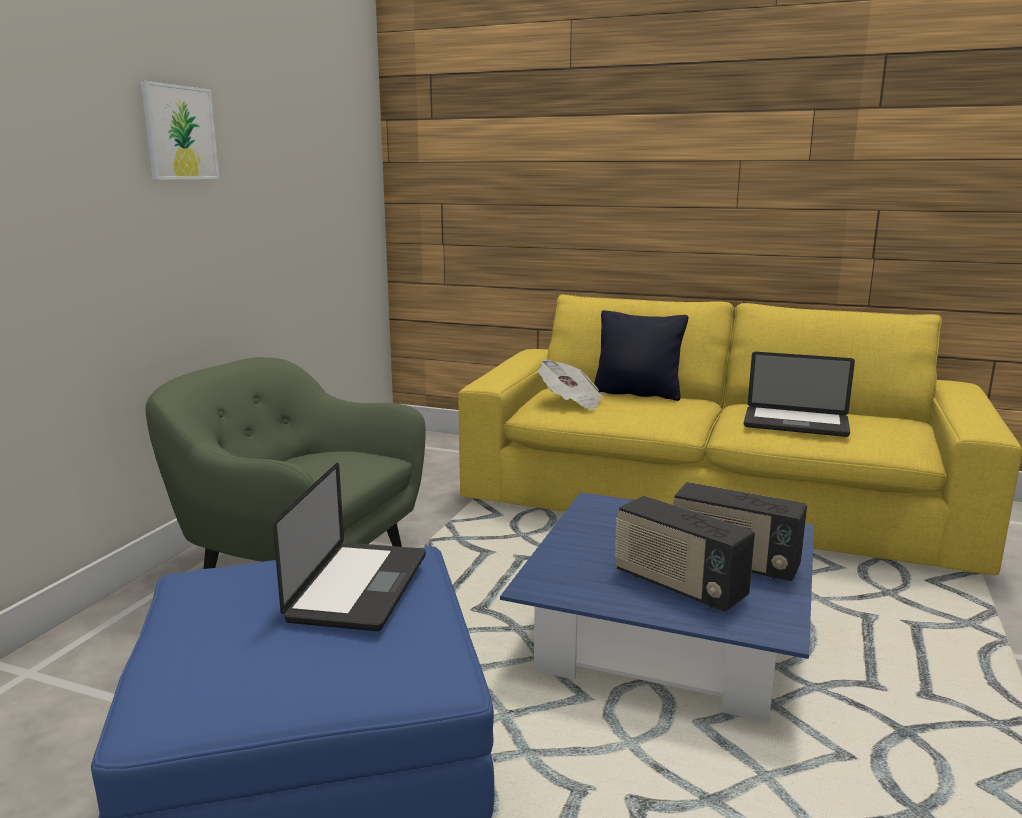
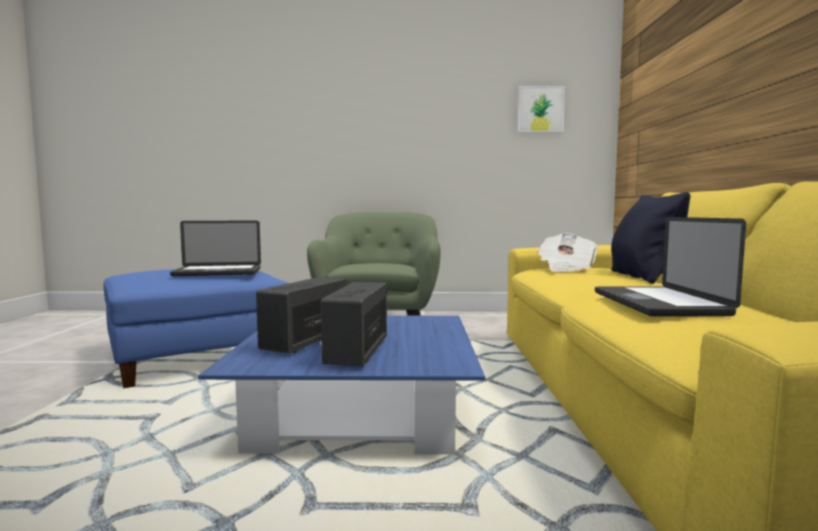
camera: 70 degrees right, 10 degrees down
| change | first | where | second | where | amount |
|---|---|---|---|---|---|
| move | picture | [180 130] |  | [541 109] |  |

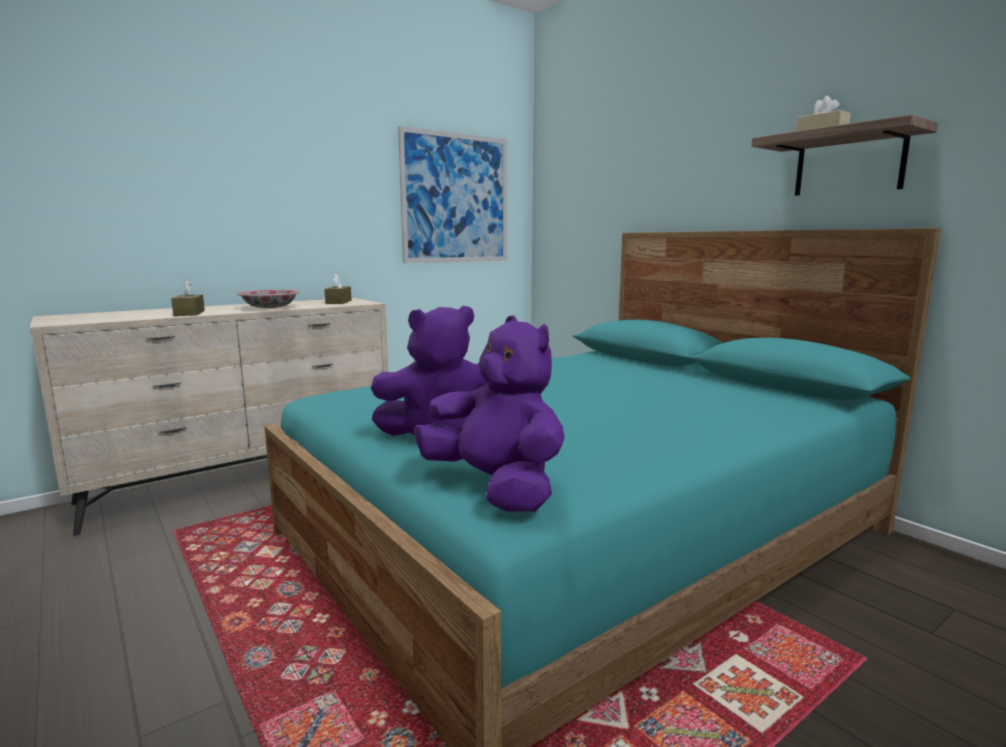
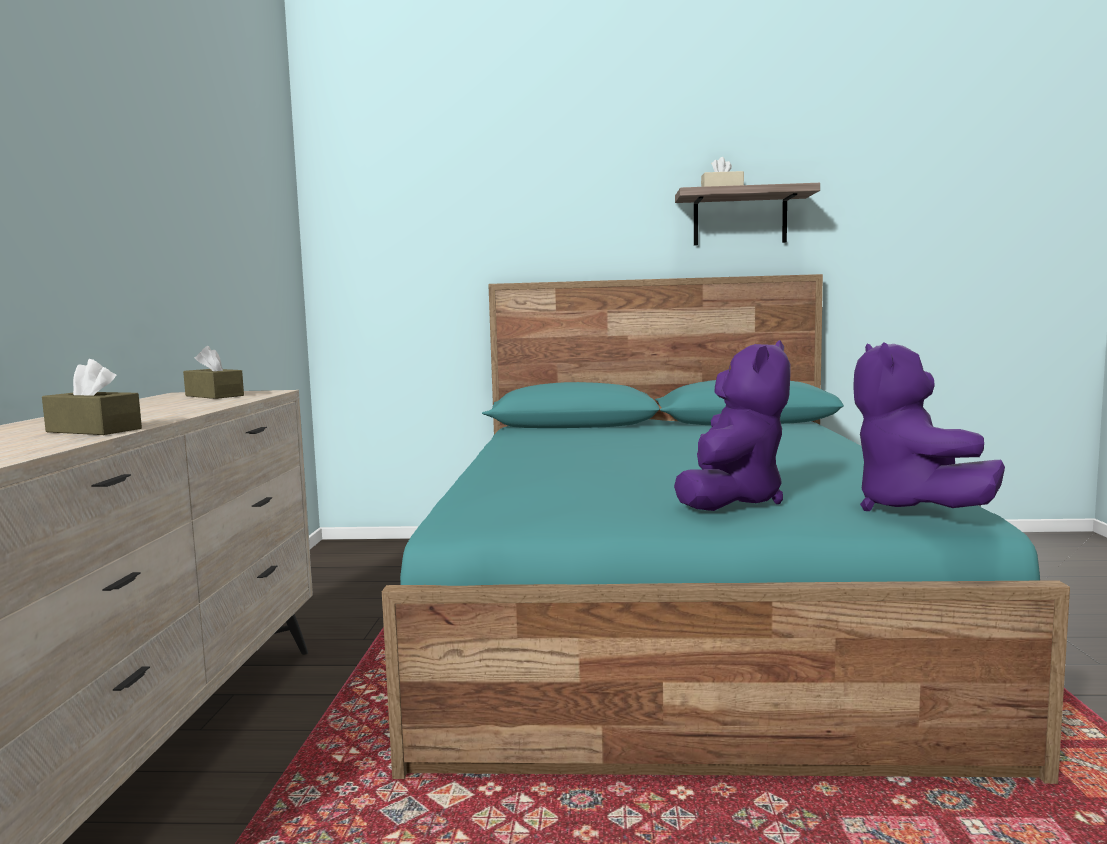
camera: 50 degrees left, 5 degrees down
| change | first | where | second | where | amount |
|---|---|---|---|---|---|
| delete | bowl | [268 299] |  |  |  |
| delete | picture | [452 194] |  |  |  |
| rotate | purple_plush_toy | [489 413] |  | [929 426] | 90 degrees counterclockwise |

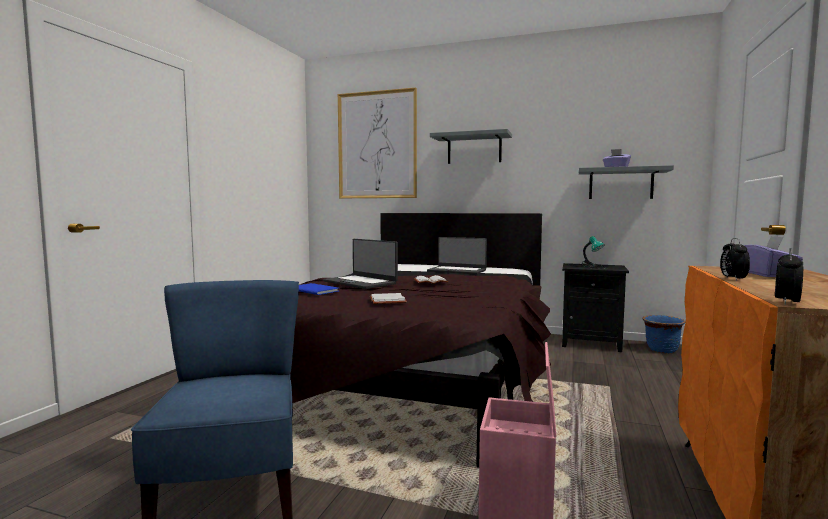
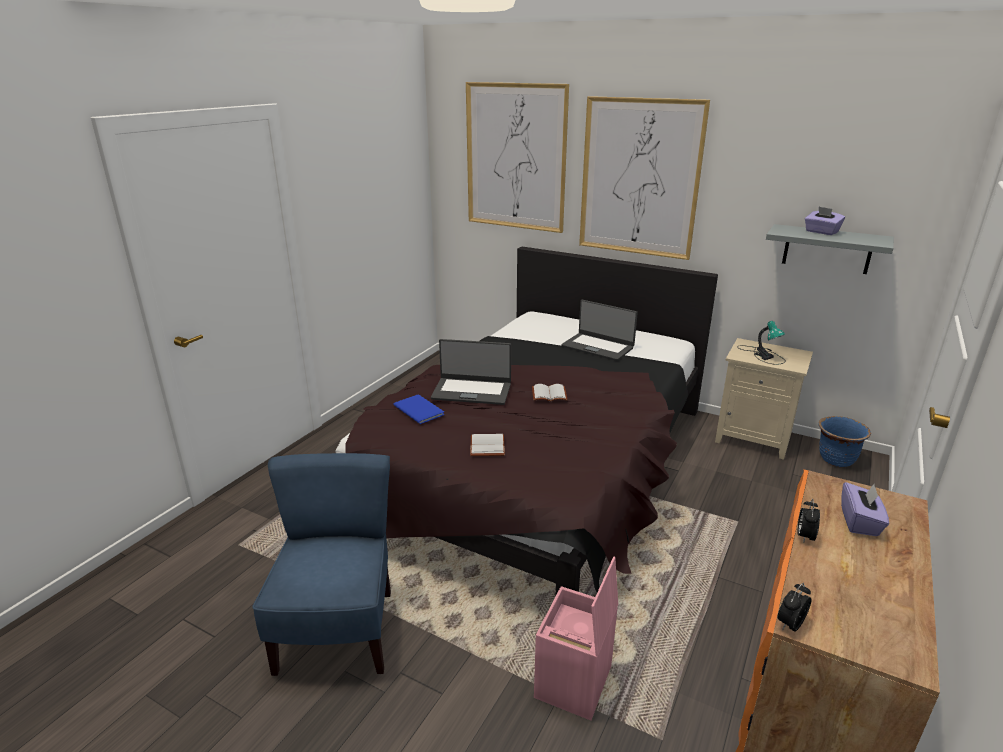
camera: 10 degrees right, 20 degrees up
| change | first | where | second | where | amount |
|---|---|---|---|---|---|
| replace | grey_shelf | [471 146] | picture | [644 178] |  |
| recolor | black_nightstand | [595 307] | beige_nightstand | [764 399] |  |
| rotate | laptop | [360 264] |  | [471 372] | 45 degrees counterclockwise |

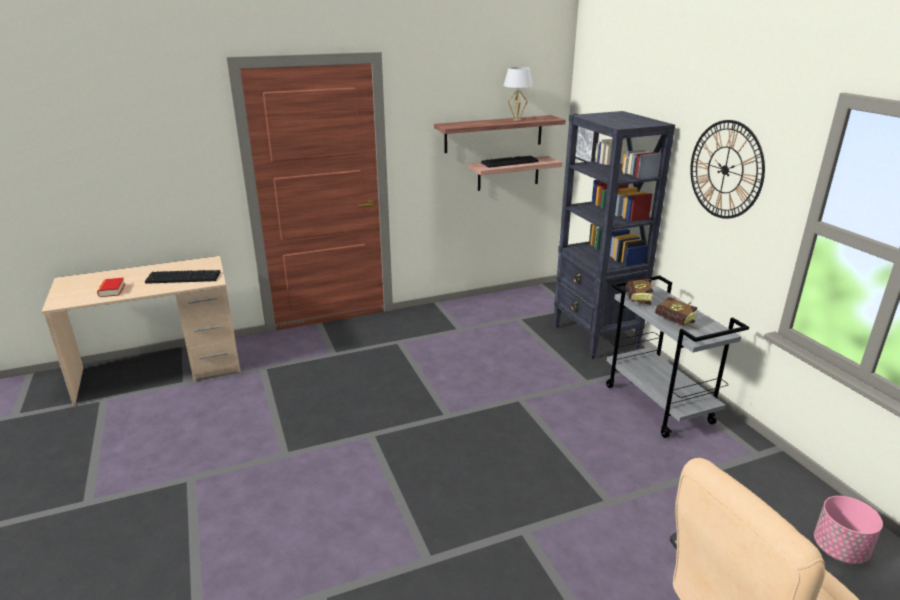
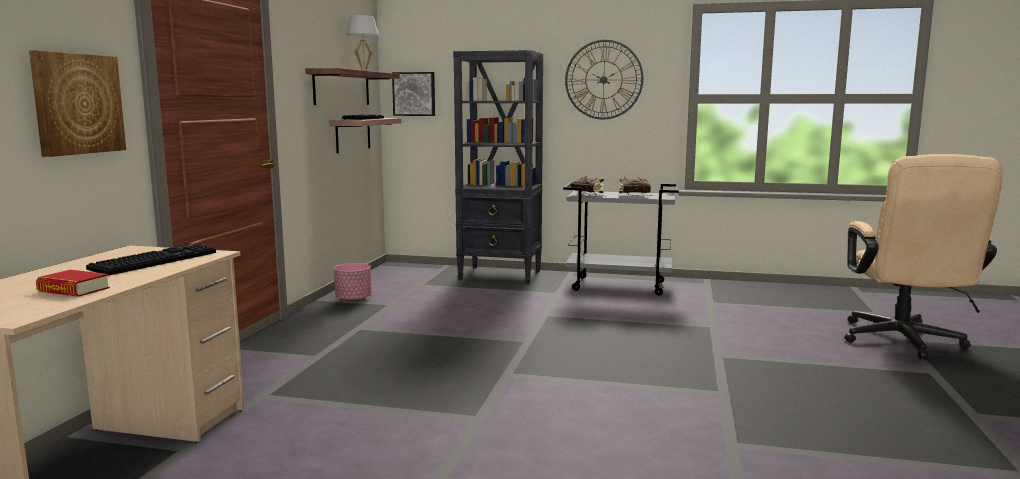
camera: 55 degrees left, 15 degrees down
| change | first | where | second | where | amount |
|---|---|---|---|---|---|
| insert |  |  | picture | [77 103] |  |
| move | pink_planter | [848 530] |  | [353 282] |  |

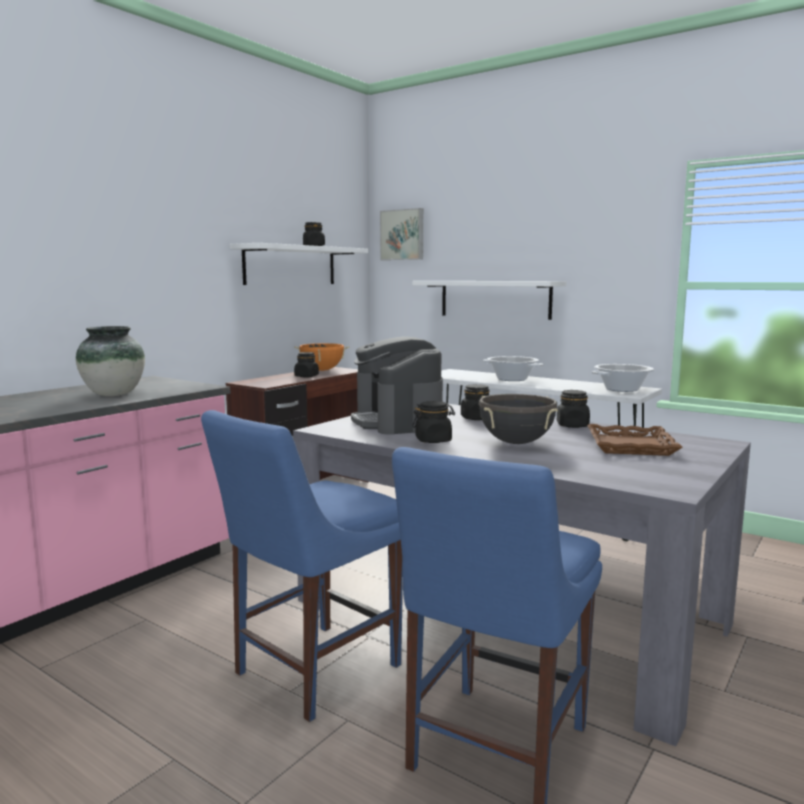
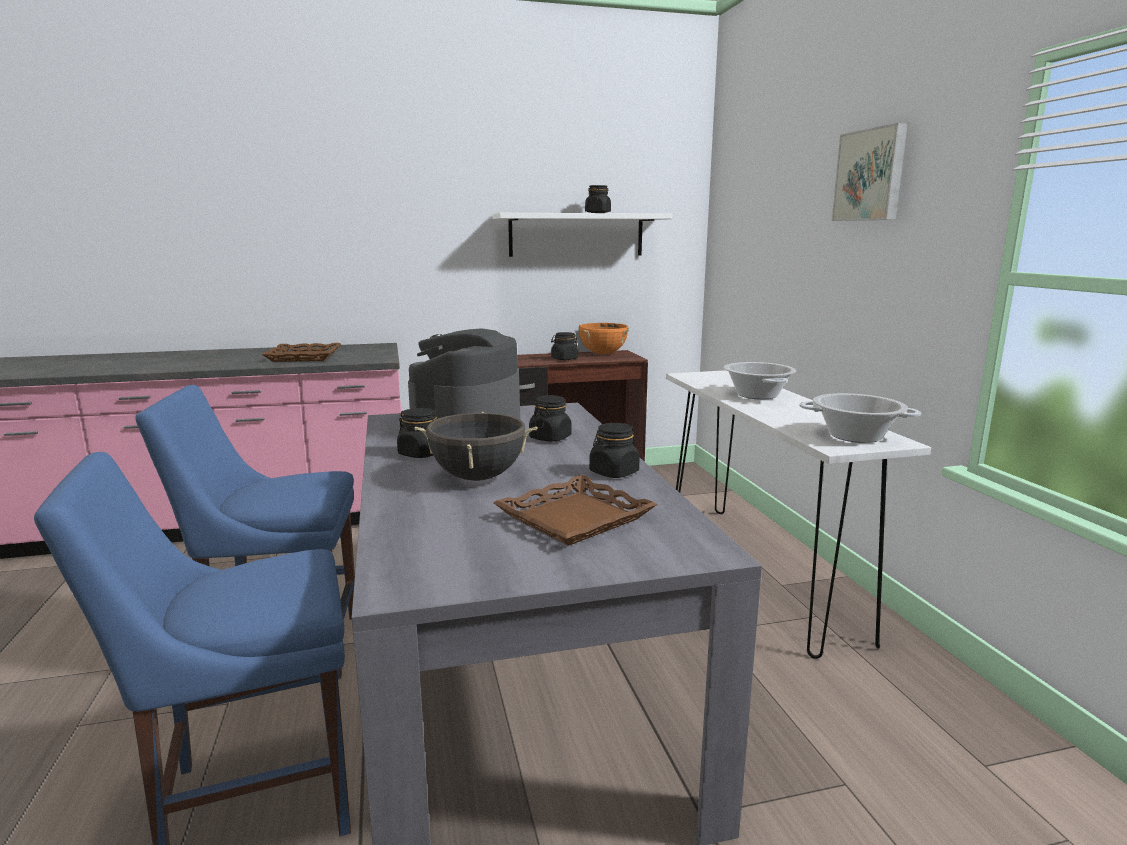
camera: 40 degrees right, 5 degrees up
| change | first | where | second | where | amount |
|---|---|---|---|---|---|
| delete | white_shelf | [489 300] |  |  |  |
| move | picture | [401 234] |  | [870 172] |  |
| replace | vase | [110 361] | brown_tray | [301 352] |  |

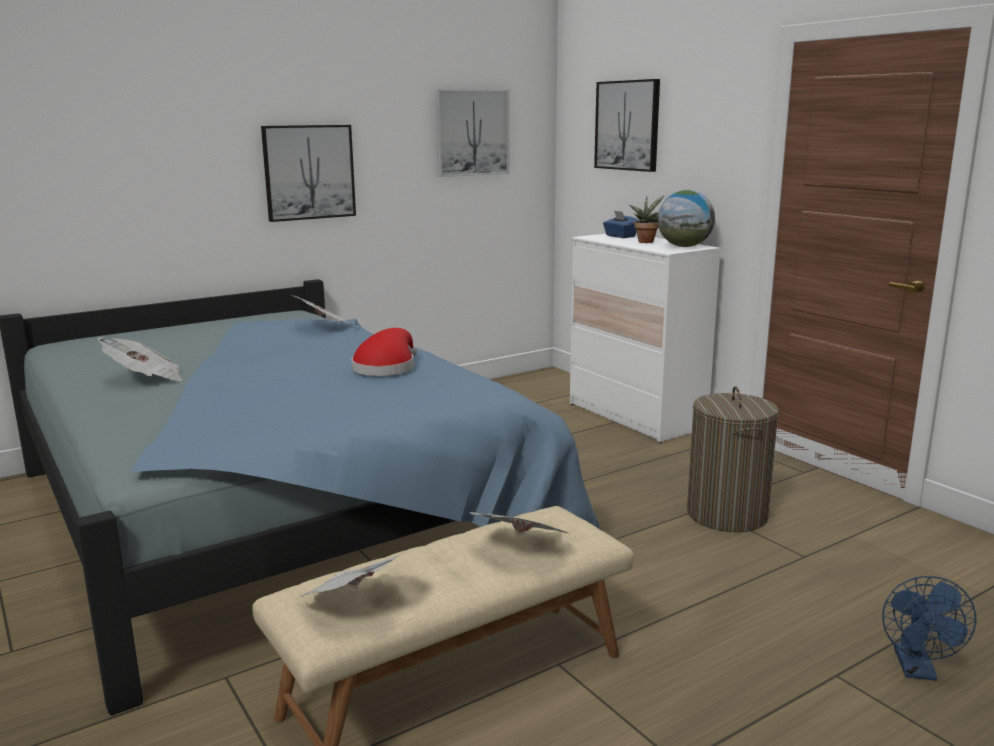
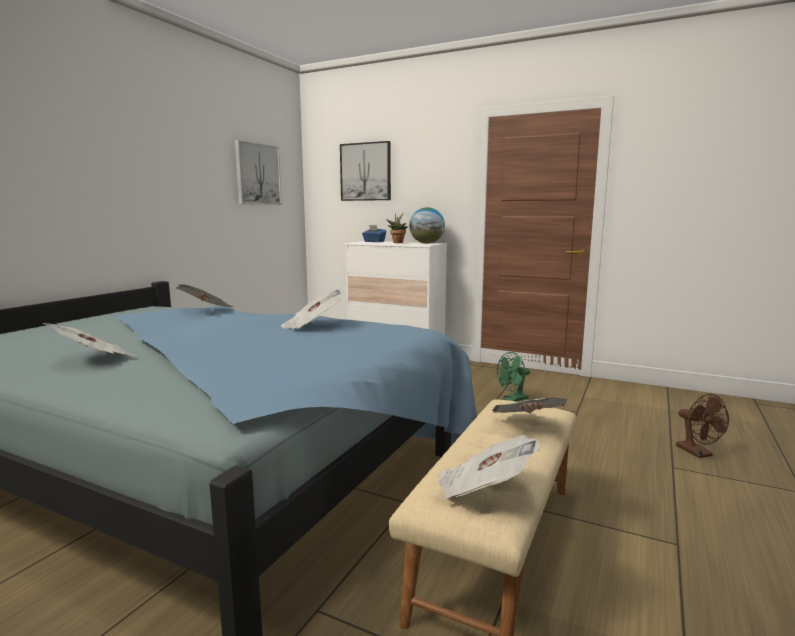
camera: 30 degrees left, 5 degrees down
| change | first | where | second | where | amount |
|---|---|---|---|---|---|
| delete | picture | [308 173] |  |  |  |
| replace | red_hat | [384 352] | newspaper | [312 309] |  |
| replace | laundry_basket | [733 459] | green_fan | [513 377] |  |
| recolor | blue_fan | [929 628] | brown_fan | [702 426] |  |

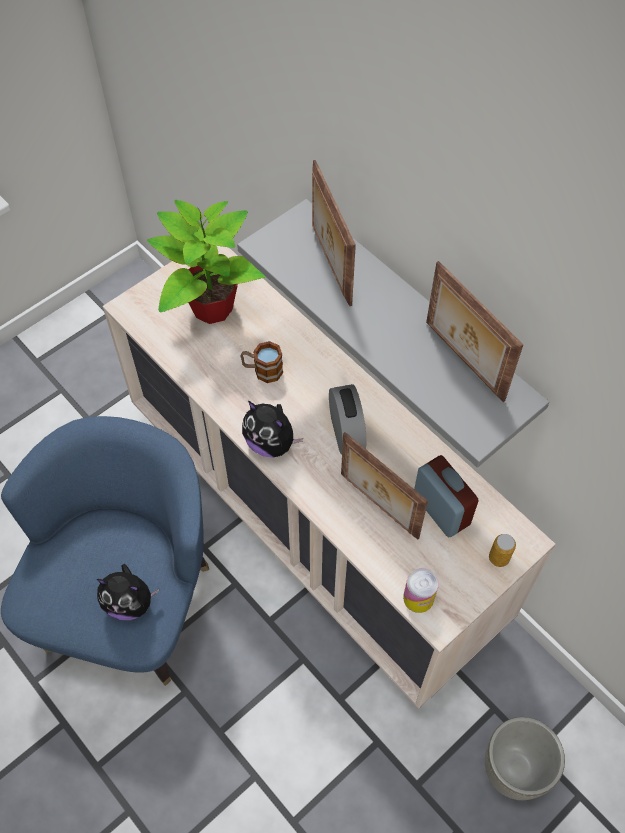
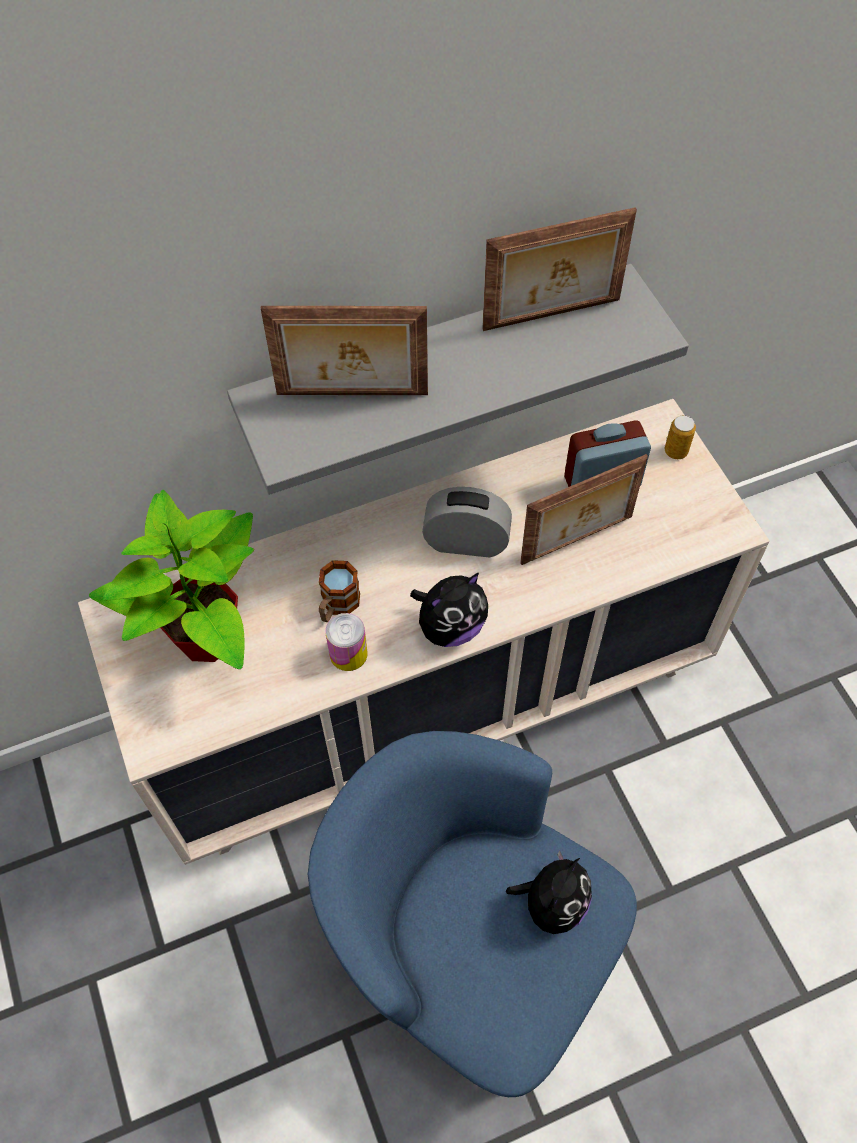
camera: 70 degrees left, 0 degrees up
| change | first | where | second | where | amount |
|---|---|---|---|---|---|
| delete | grey_planter | [525 758] |  |  |  |
| move | can | [421 590] |  | [346 642] |  |

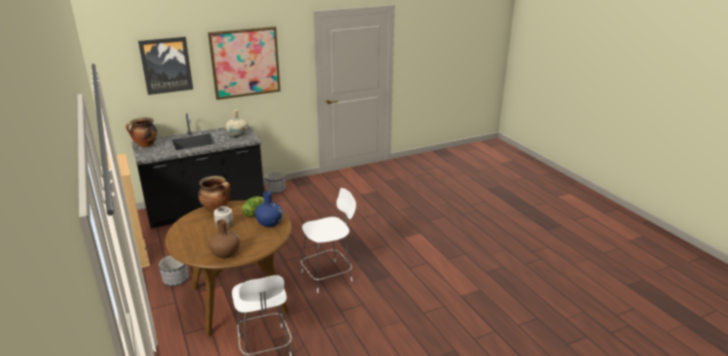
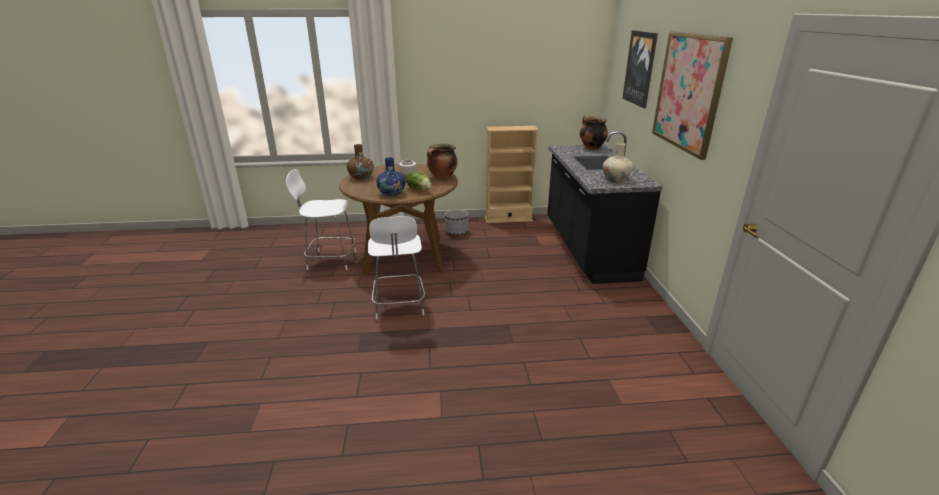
camera: 110 degrees right, 0 degrees up
| change | first | where | second | where | amount |
|---|---|---|---|---|---|
| delete | planter | [275 182] |  |  |  |

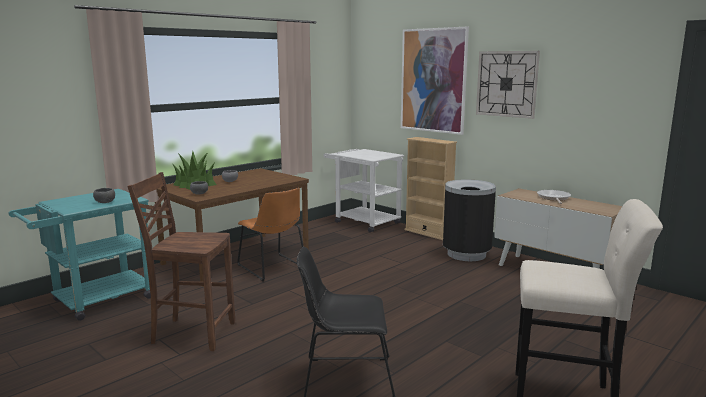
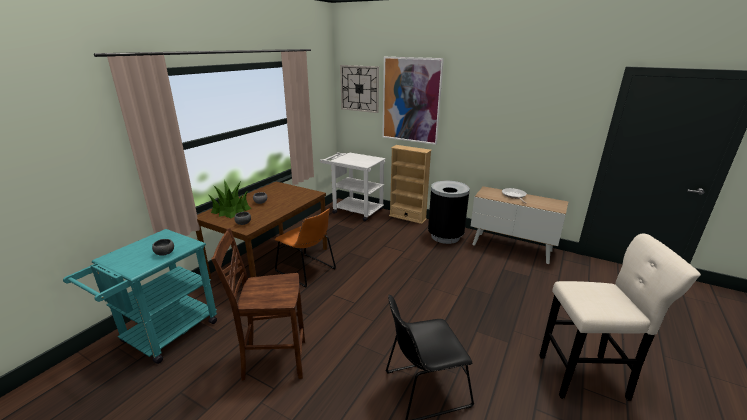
camera: 15 degrees left, 10 degrees up
| change | first | where | second | where | amount |
|---|---|---|---|---|---|
| move | wall_clock | [508 85] |  | [359 89] |  |

